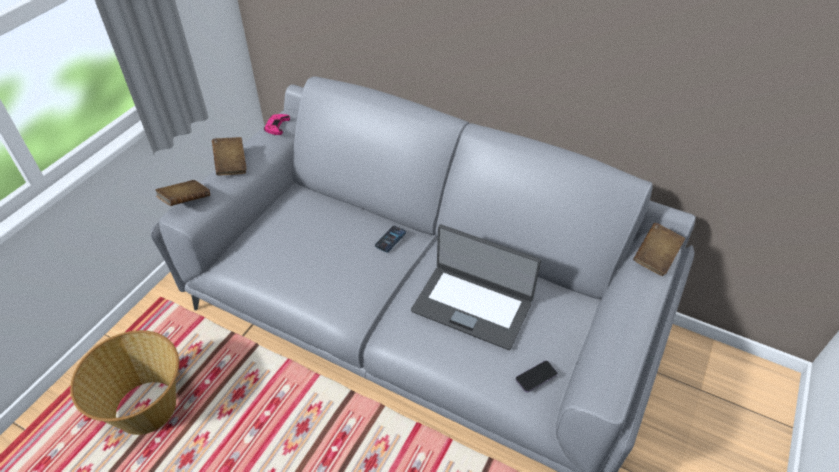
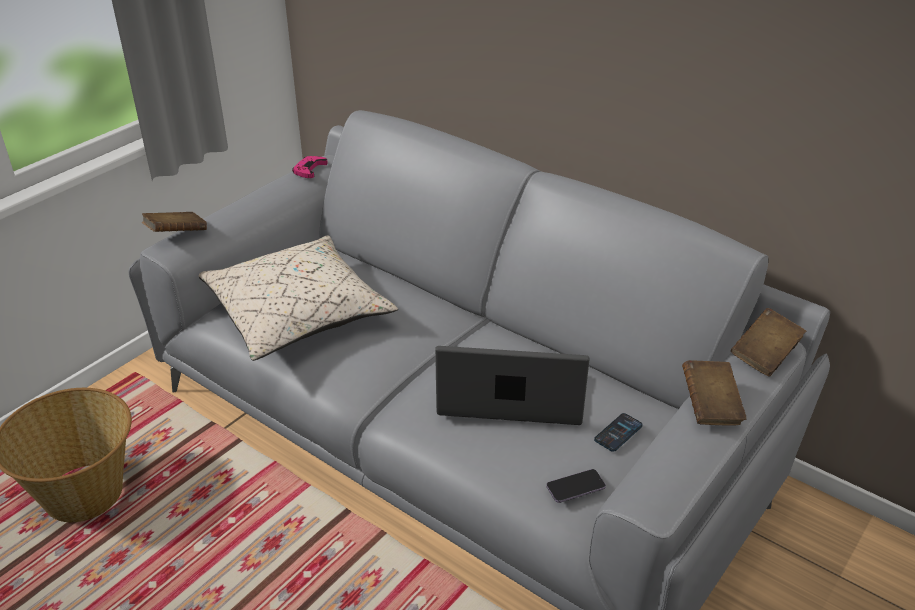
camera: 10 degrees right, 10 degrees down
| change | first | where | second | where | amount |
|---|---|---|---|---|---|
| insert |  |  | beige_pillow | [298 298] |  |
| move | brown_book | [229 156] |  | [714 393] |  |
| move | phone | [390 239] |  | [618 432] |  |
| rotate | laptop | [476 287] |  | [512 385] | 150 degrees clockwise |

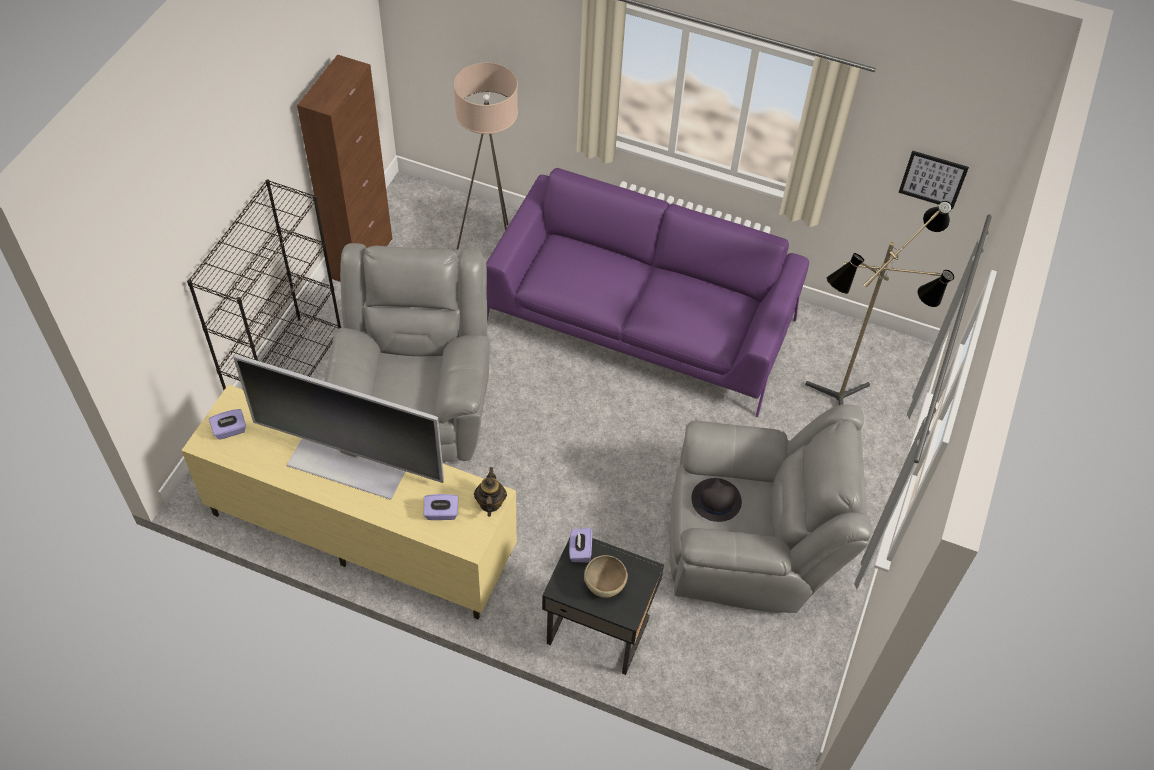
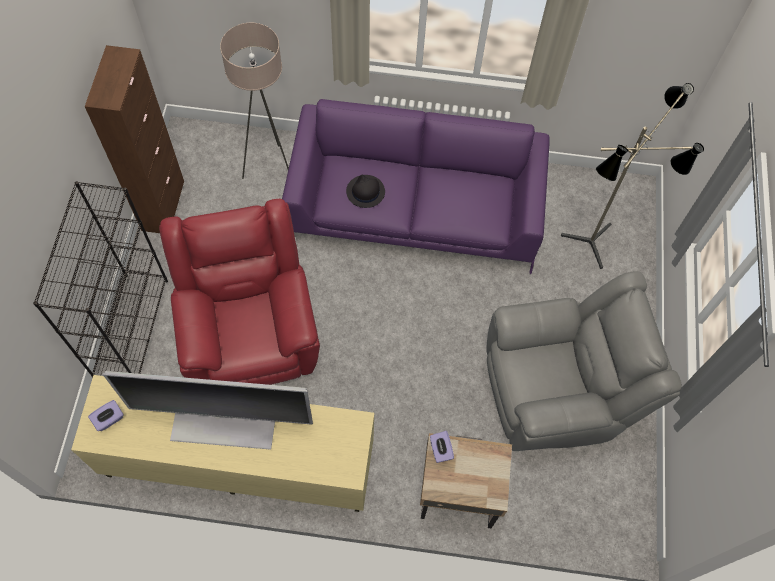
camera: 15 degrees left, 10 degrees up
| change | first | where | second | where | amount |
|---|---|---|---|---|---|
| delete | purple_tissue_box | [441 507] |  |  |  |
| delete | teapot | [490 492] |  |  |  |
| delete | brown_bowl | [606 576] |  |  |  |
| delete | picture | [933 179] |  |  |  |
| move | black_hat | [717 500] |  | [365 191] |  |
| recolor | grey_armchair | [407 353] | red_armchair | [239 292] |  |
| recolor | black_nightstand | [603 606] | beige_nightstand | [466 480] |  |

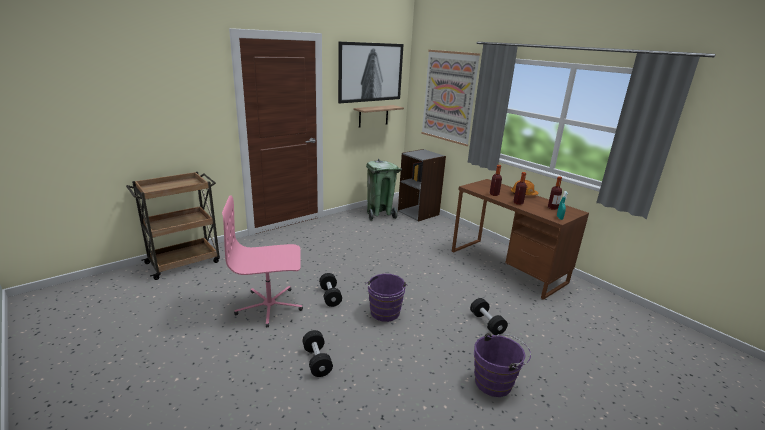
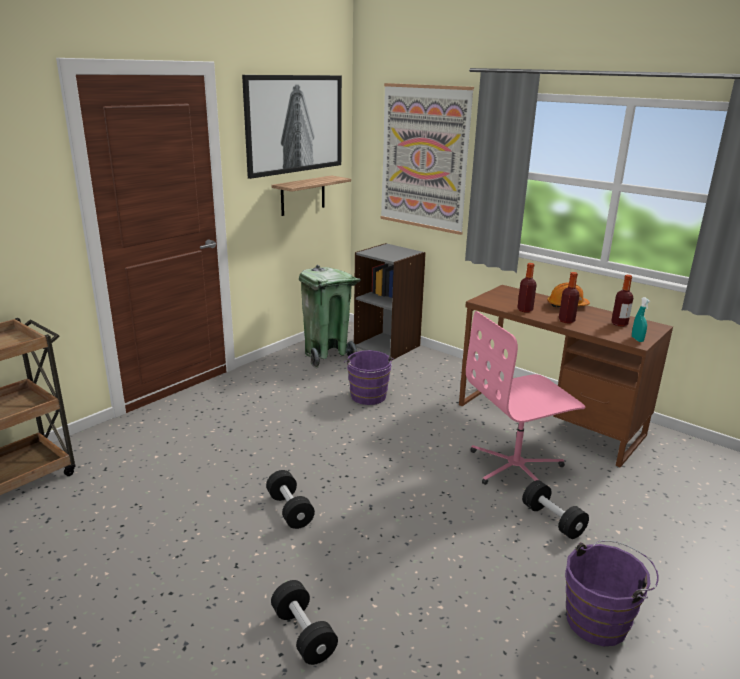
camera: 10 degrees left, 0 degrees up
| change | first | where | second | where | amount |
|---|---|---|---|---|---|
| move | pink_office_chair | [262 261] |  | [525 398] |  |
| move | purple_bucket | [386 298] |  | [369 377] |  |

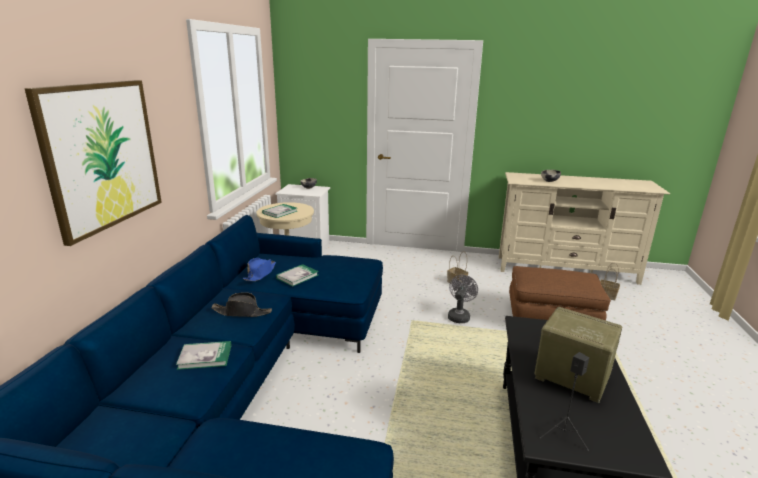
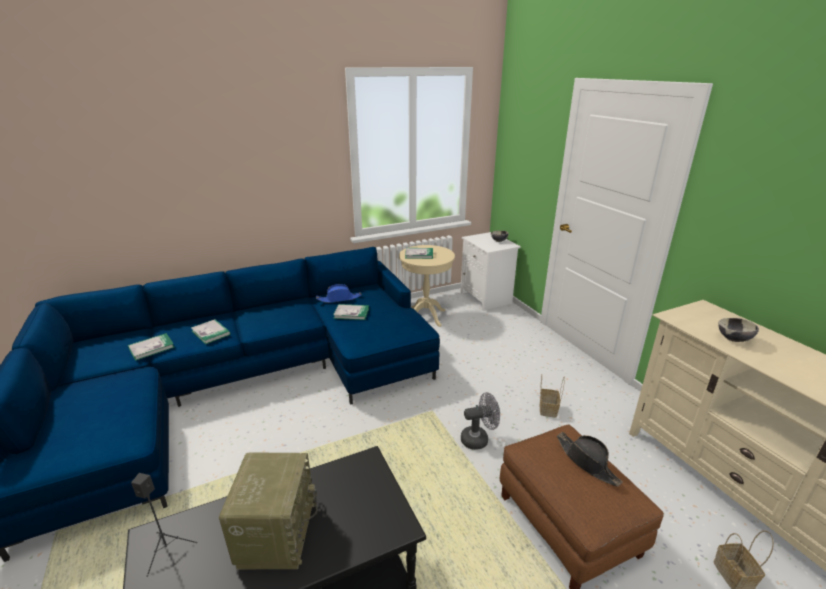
camera: 55 degrees right, 5 degrees up
| change | first | where | second | where | amount |
|---|---|---|---|---|---|
| delete | picture | [93 163] |  |  |  |
| insert |  |  | book | [151 347] |  |
| move | black_hat | [241 304] |  | [590 459] |  |

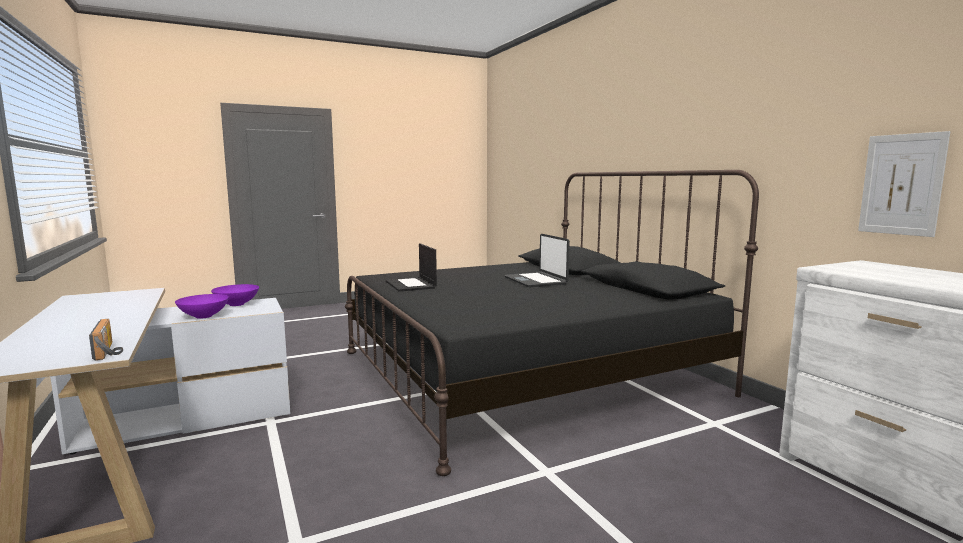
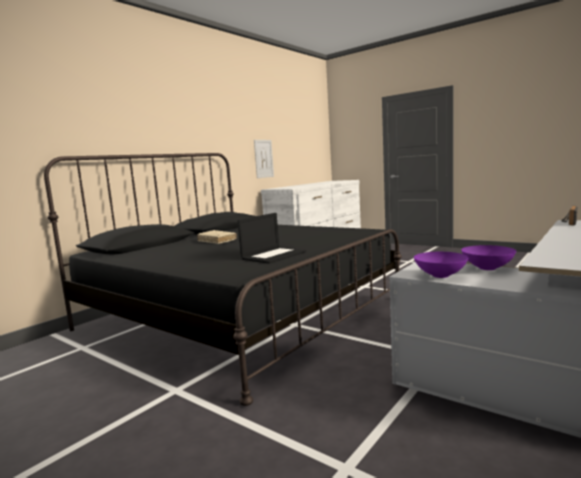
camera: 115 degrees left, 0 degrees up
| change | first | where | second | where | amount |
|---|---|---|---|---|---|
| replace | laptop | [537 260] | beige_book | [217 237] |  |

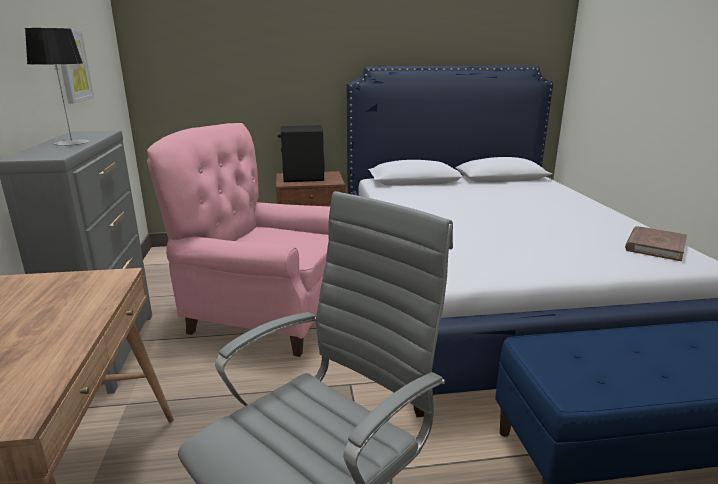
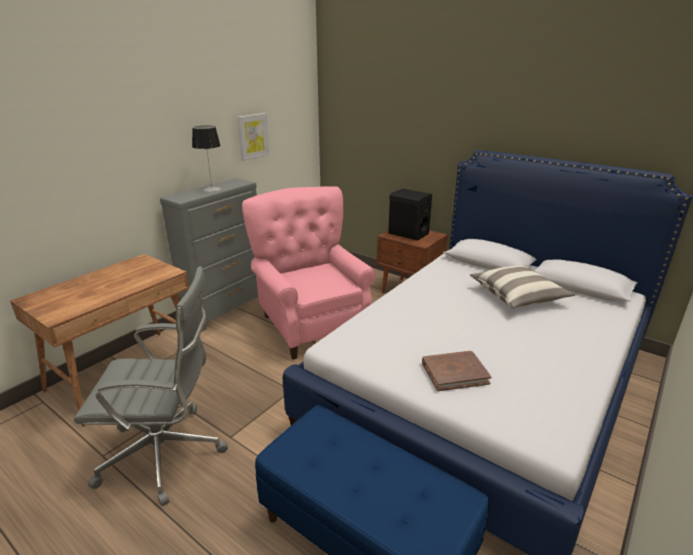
camera: 45 degrees right, 5 degrees up
| change | first | where | second | where | amount |
|---|---|---|---|---|---|
| insert |  |  | pillow | [522 286] |  |
| move | brown_book | [656 243] |  | [457 371] |  |

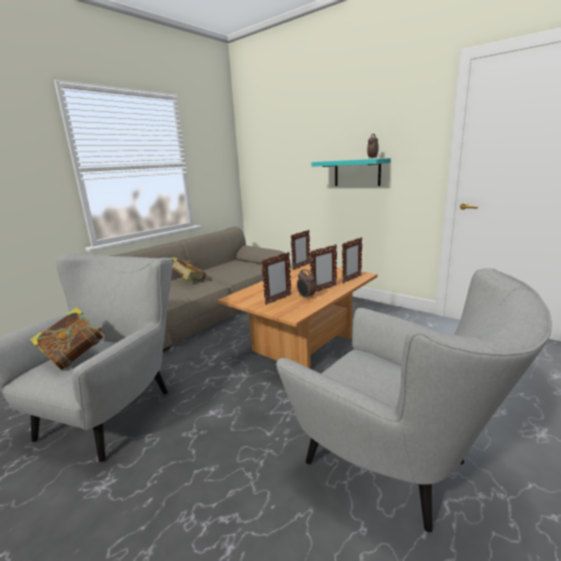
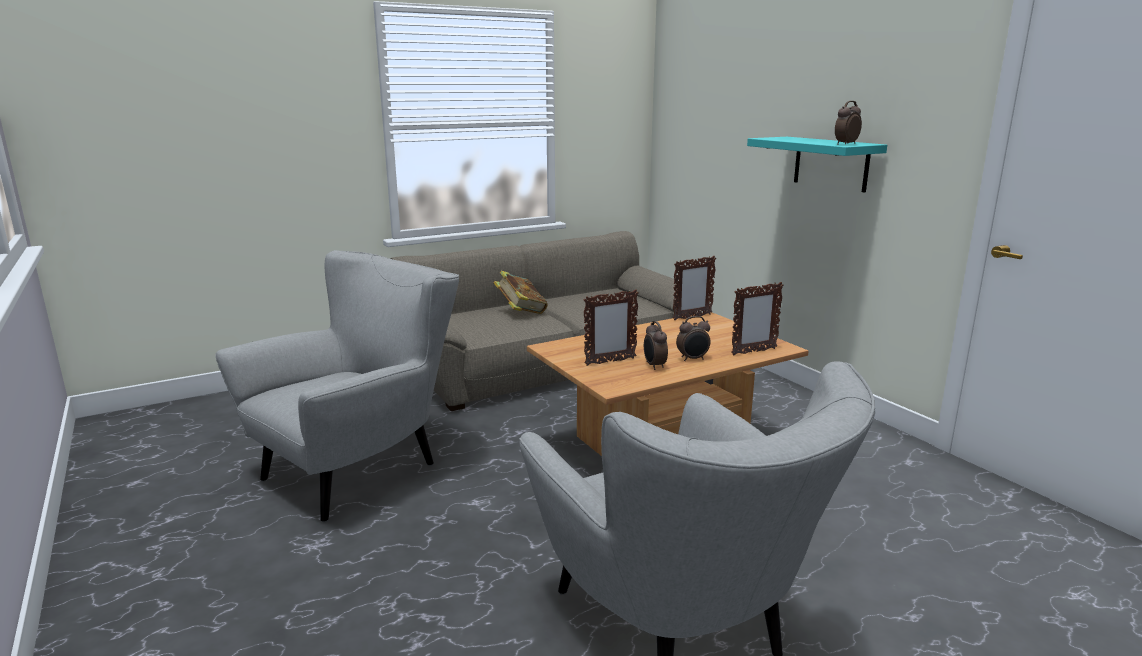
camera: 20 degrees right, 0 degrees up
| change | first | where | second | where | amount |
|---|---|---|---|---|---|
| delete | book | [67 338] |  |  |  |
| replace | picture_frame | [323 267] | alarm_clock | [693 338] |  |

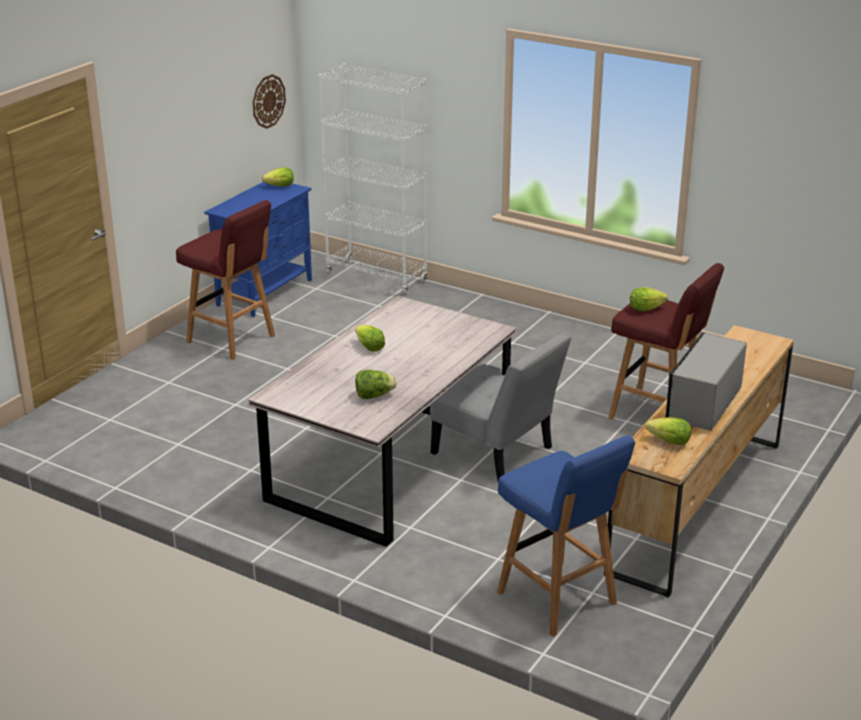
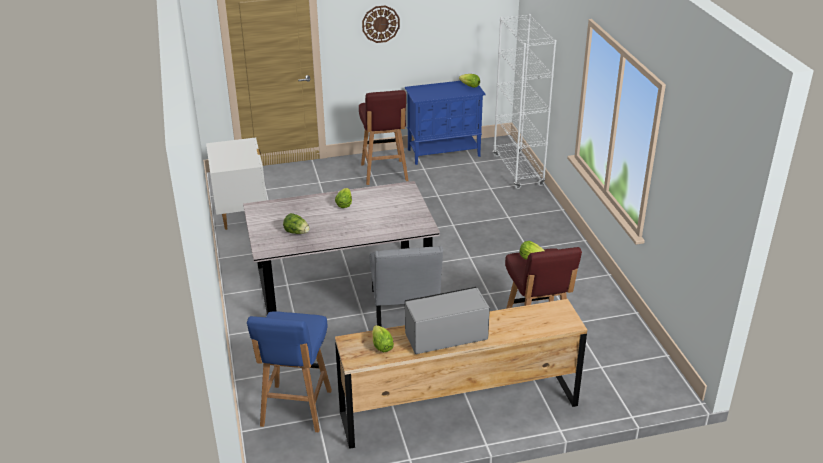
camera: 45 degrees right, 5 degrees up
| change | first | where | second | where | amount |
|---|---|---|---|---|---|
| insert |  |  | white_nightstand | [236 183] |  |
| move | wall_clock | [269 101] |  | [381 24] |  |

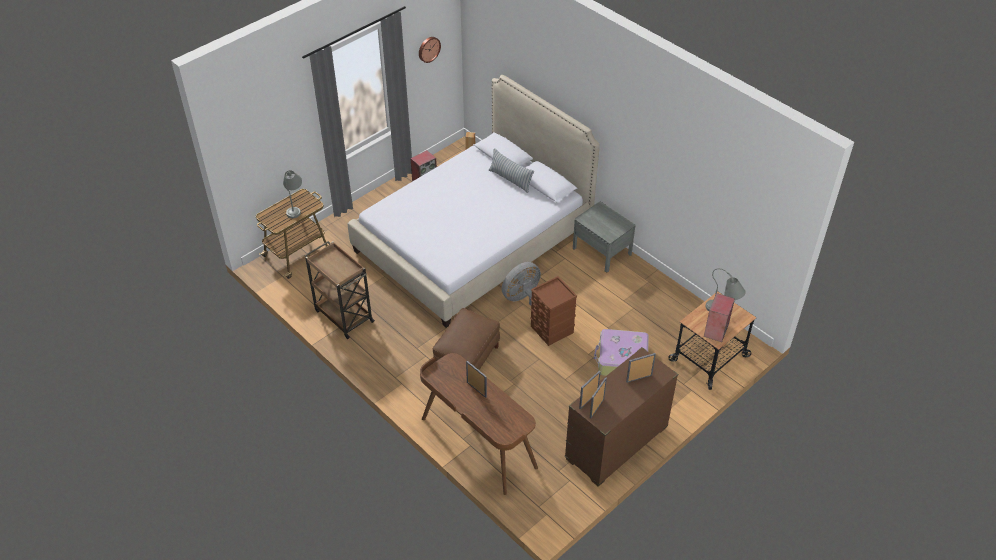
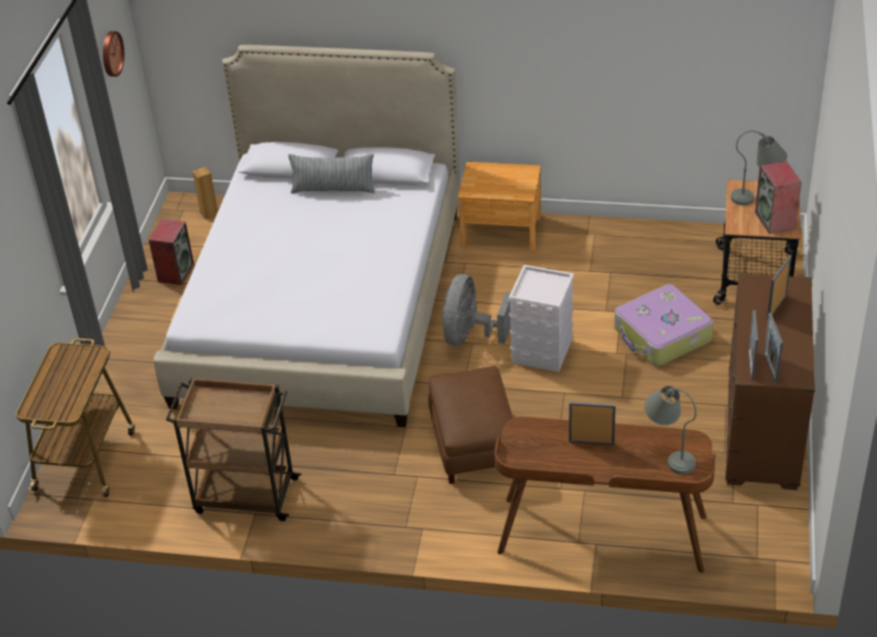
camera: 35 degrees left, 5 degrees down
| change | first | where | second | where | amount |
|---|---|---|---|---|---|
| move | grey_table_lamp | [292 194] |  | [670 430] |  |
| recolor | brown_storage_box | [553 311] | white_storage_box | [541 318] |  |
| recolor | grey_nightstand | [604 237] | brown_nightstand | [499 207] |  |

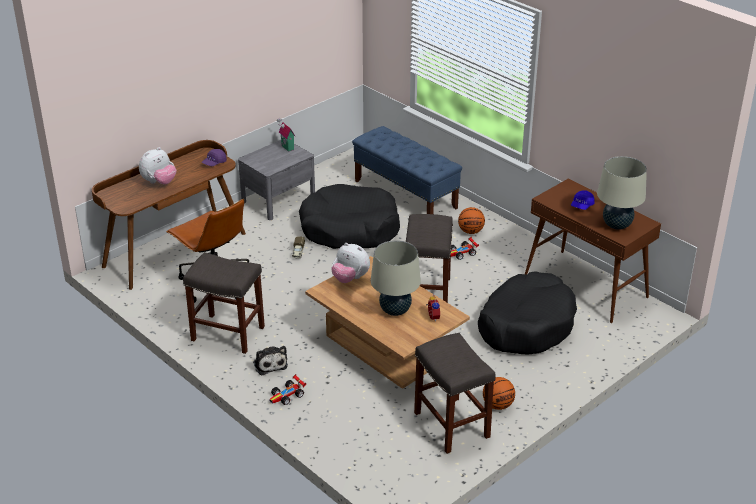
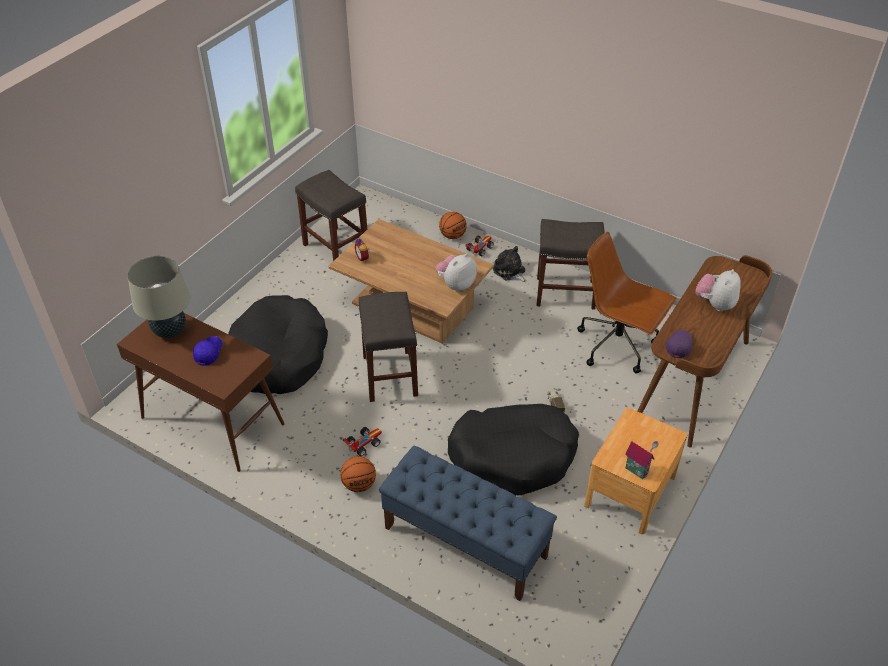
camera: 165 degrees right, 10 degrees up
| change | first | where | second | where | amount |
|---|---|---|---|---|---|
| delete | beige_table_lamp | [396 278] |  |  |  |
| move | basketball | [499 393] |  | [453 225] |  |
| recolor | grey_nightstand | [276 180] | brown_nightstand | [635 471] |  |
| rotate | plush_toy | [350 263] |  | [456 272] | 60 degrees counterclockwise |

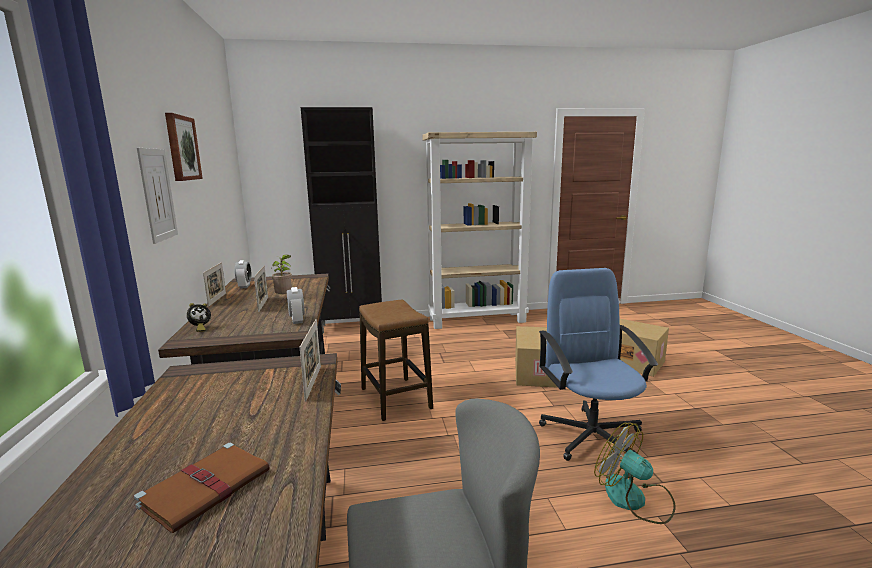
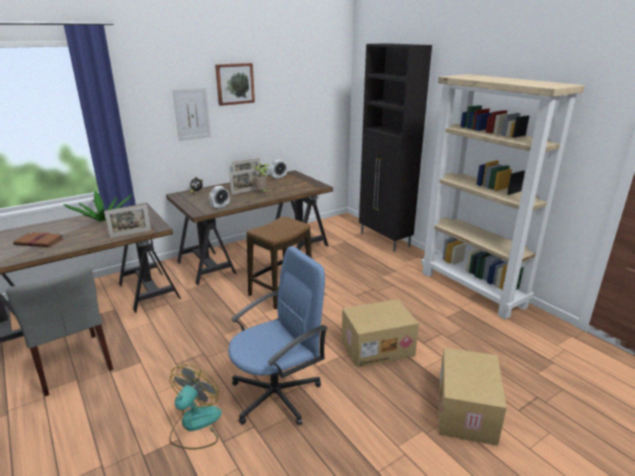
camera: 65 degrees right, 10 degrees up
| change | first | where | second | where | amount |
|---|---|---|---|---|---|
| insert |  |  | potted_plant | [97 205] |  |

